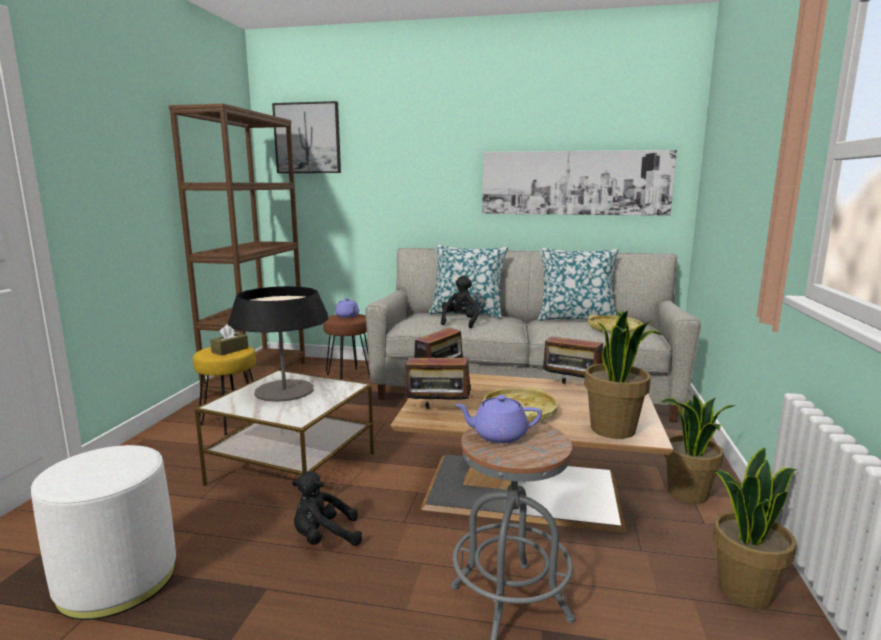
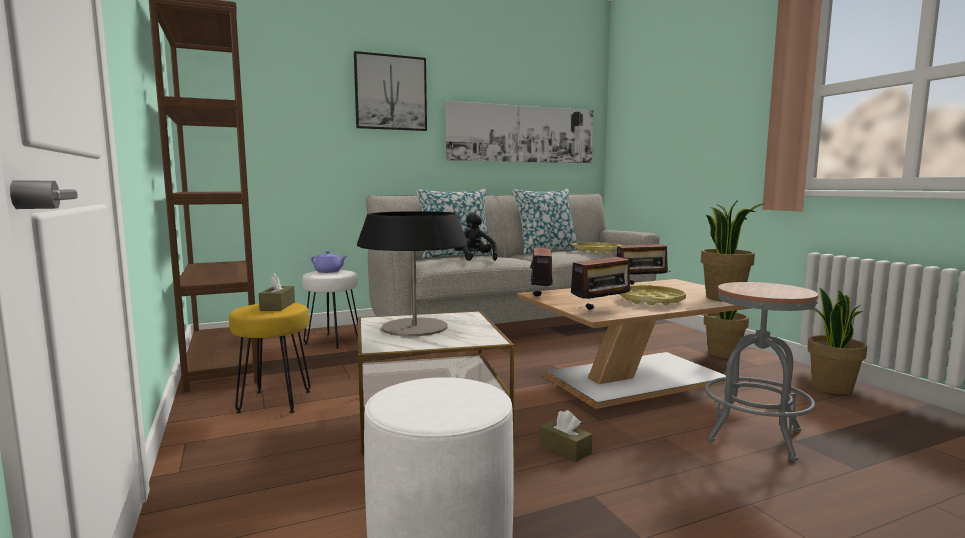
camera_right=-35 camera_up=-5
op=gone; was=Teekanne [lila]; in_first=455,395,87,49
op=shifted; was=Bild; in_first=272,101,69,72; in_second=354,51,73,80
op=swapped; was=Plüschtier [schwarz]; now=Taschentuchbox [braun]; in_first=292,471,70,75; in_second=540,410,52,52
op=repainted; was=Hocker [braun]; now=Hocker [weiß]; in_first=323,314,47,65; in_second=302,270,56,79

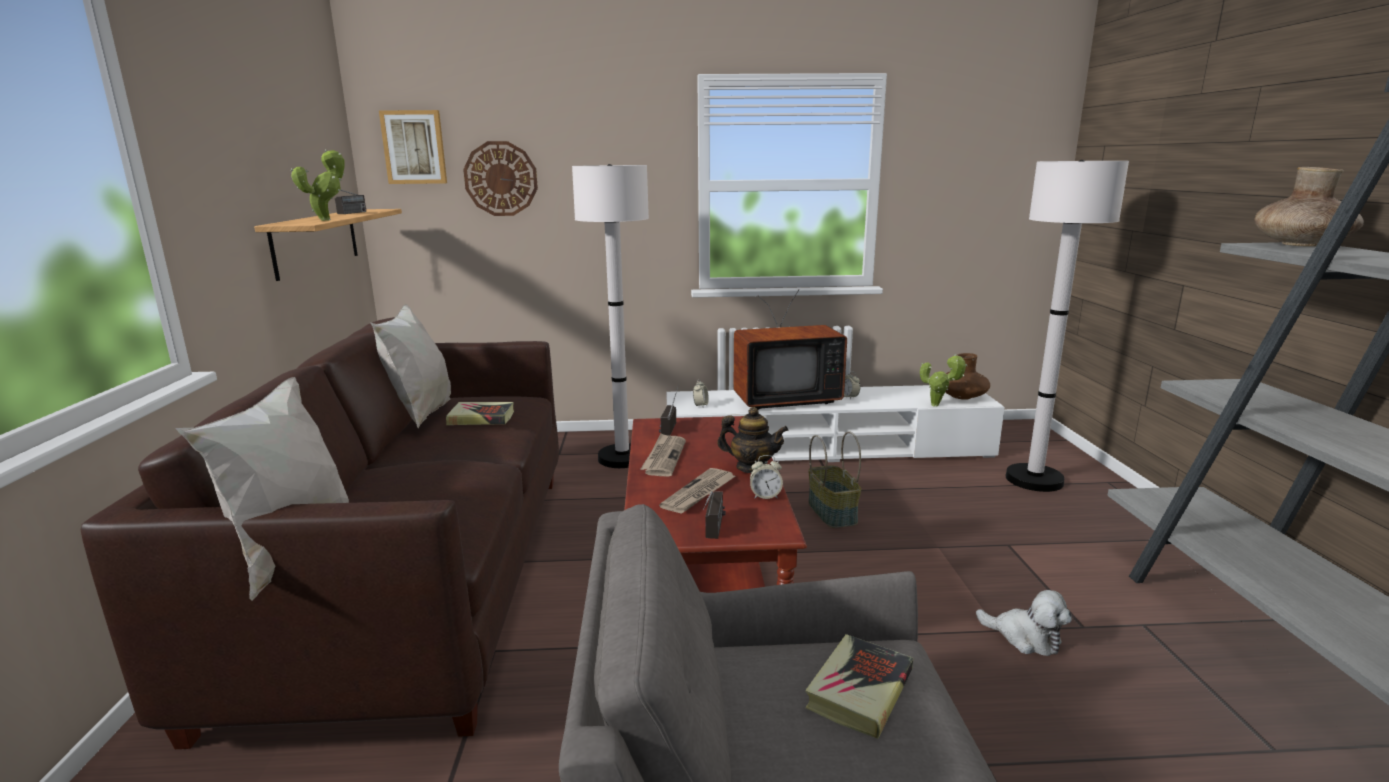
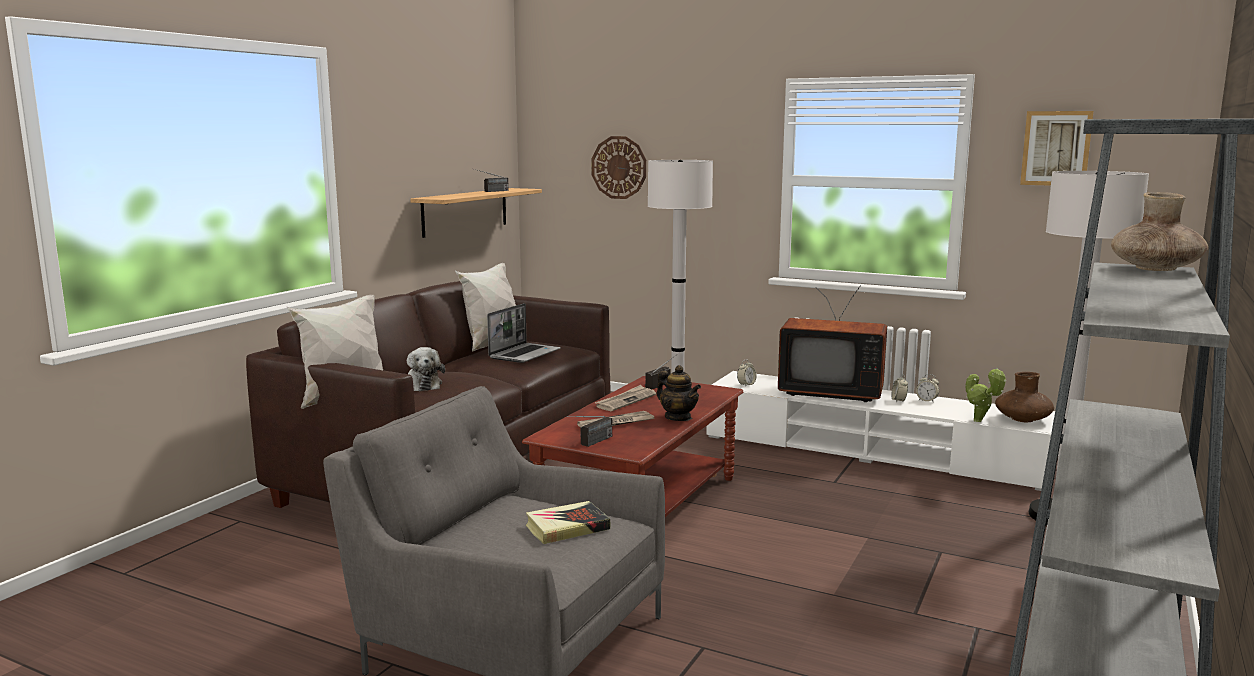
camera_right=30 camera_up=-5
op=gone; was=Topfpflanze; in_first=291,150,54,71
op=gone; was=Korb; in_first=808,431,53,97
op=shifted; was=Bild; in_first=379,110,68,74; in_second=1020,111,74,75
op=shifted; was=Wecker; in_first=750,455,33,44; in_second=916,374,23,29
op=shifted; was=Plüschtier; in_first=976,590,96,66; in_second=407,347,38,44
op=swapped; was=Buch; now=Laptop; in_first=446,402,68,23; in_second=487,303,74,60

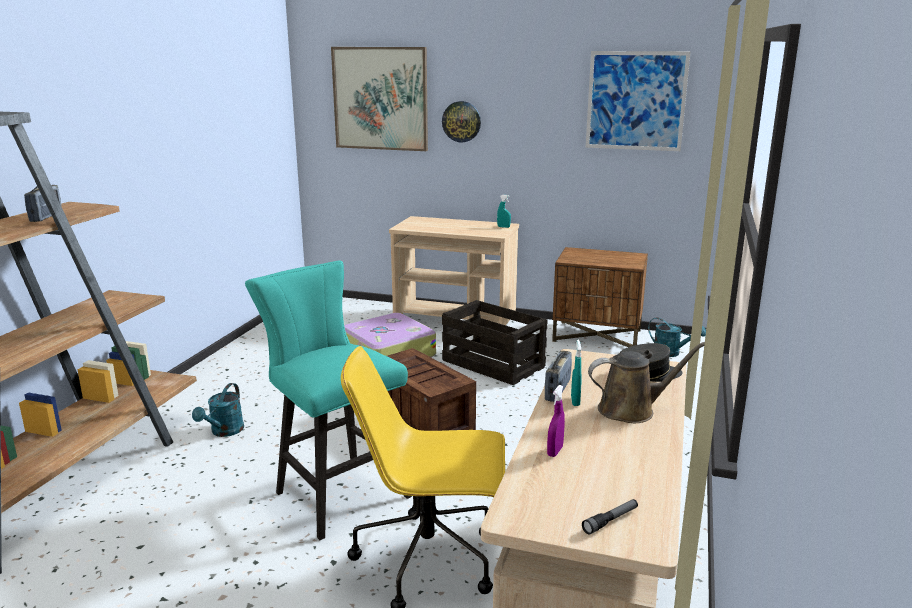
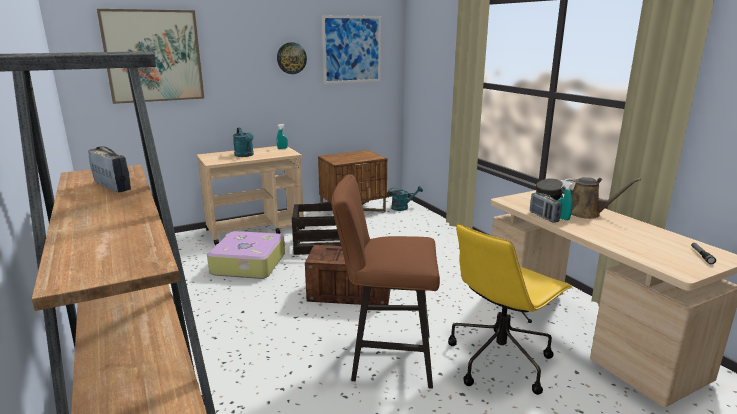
camera_right=-45 camera_up=0
op=gone; was=Sprühflasche [lila]; in_first=547,385,18,72
op=shifted; was=Gießkanne [türkis]; in_first=192,383,52,54; in_second=233,128,21,29
op=shifted; was=Wanduhr; in_first=442,101,39,41; in_second=277,42,30,32
op=repainted; was=Hocker [türkis]; now=Hocker [braun]; in_first=245,260,167,280; in_second=331,175,109,214
op=rotated; was=Gießkanne [braun]; in_first=588,342,117,81; in_second=560,177,81,42; clockwise=75

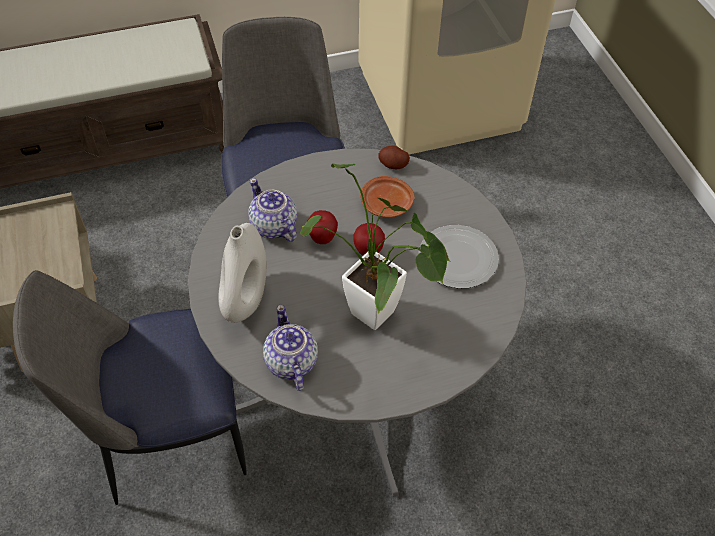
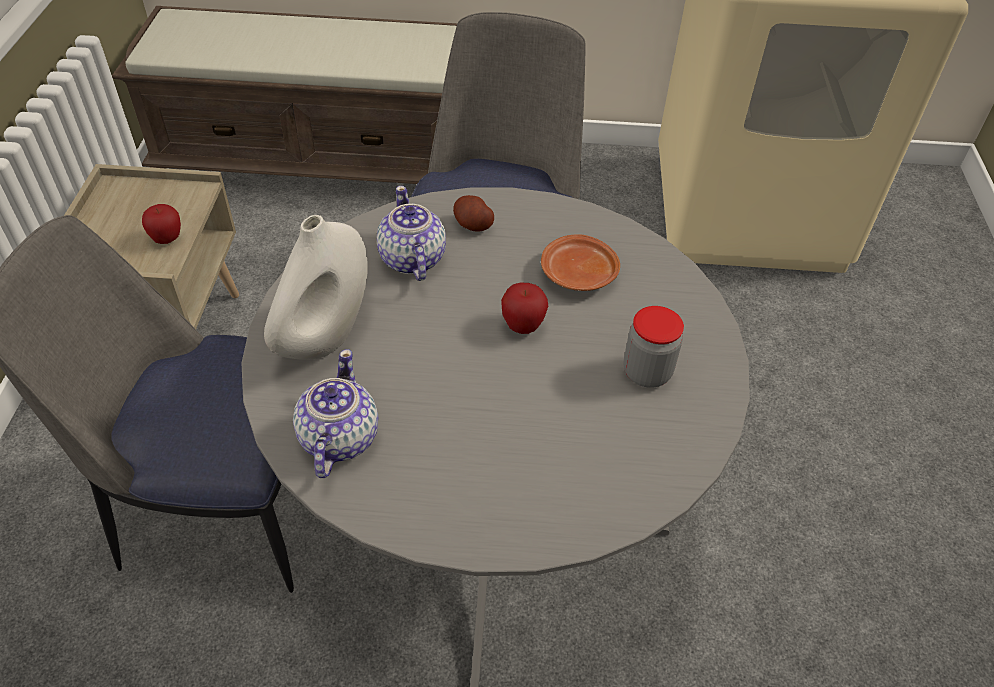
camera_right=20 camera_up=-5
op=gone; was=Topfpflanze; in_first=300,163,151,167
op=shifted; was=Apfel; in_first=308,210,30,34; in_second=142,204,39,40
op=shifted; was=Kartoffel; in_first=378,146,32,23; in_second=453,195,41,37
op=swapped; was=Teller; now=Vorratsglas; in_first=418,225,81,63; in_second=623,306,61,82

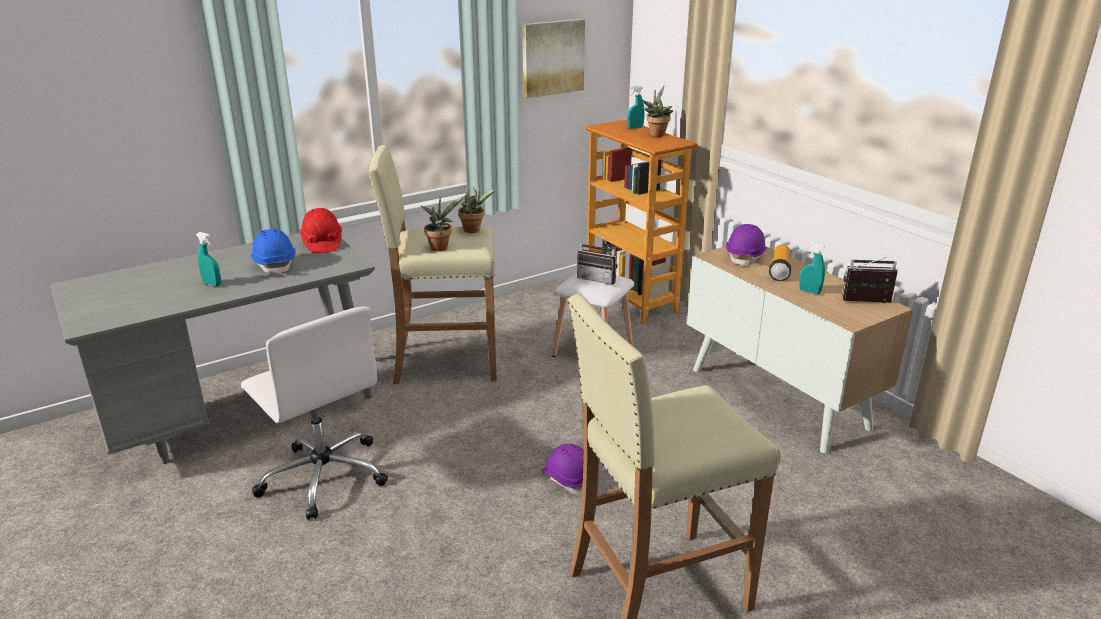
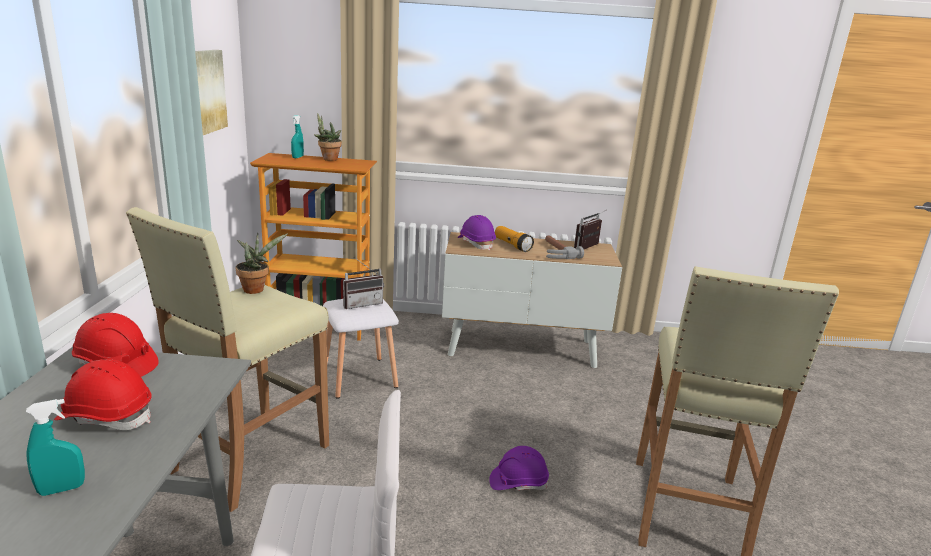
camera_right=-55 camera_up=-5
op=gone; was=Topfpflanze; in_first=421,196,44,55
op=swapped; was=Sprühflasche [türkis]; now=Hammer; in_first=799,241,26,53; in_second=545,235,39,24
op=repainted; was=Schutzhelm [blau]; now=Schutzhelm [rot]; in_first=251,229,45,46; in_second=54,359,98,71

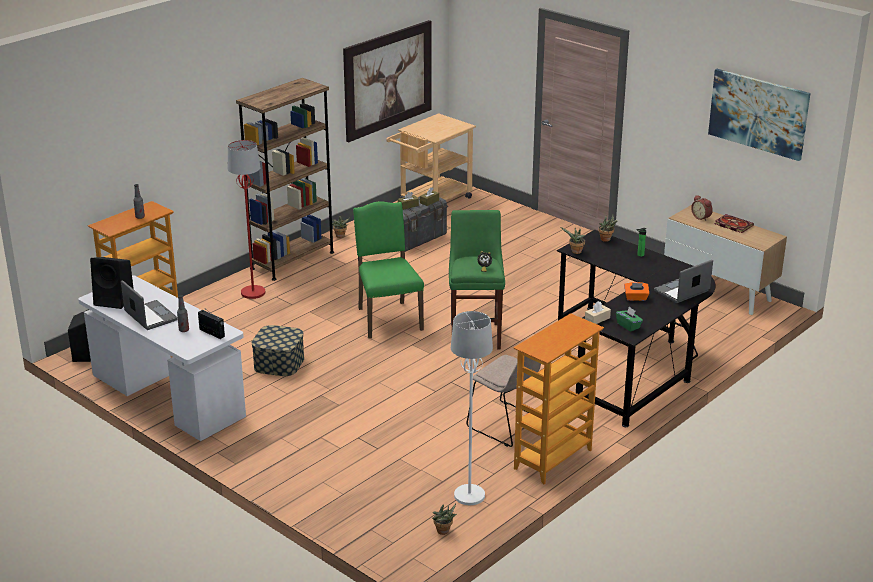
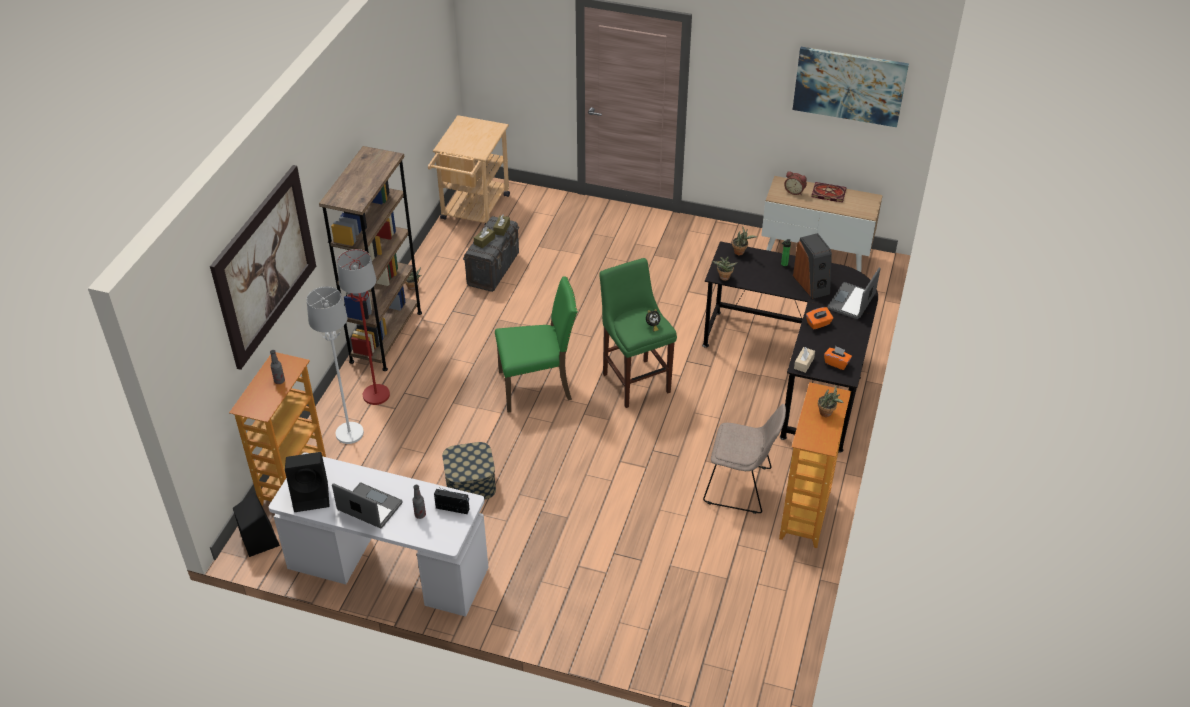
camera_right=-25 camera_up=15
op=new; now=Lautsprecher; in_second=793,233,39,66
op=shifted; was=Bild; in_first=343,20,89,122; in_second=210,165,106,205
op=shifted; was=Topfpflanze; in_first=432,503,25,32; in_second=818,385,26,32
op=shifted; was=Stehlampe [weiß]; in_first=451,311,42,194; in_second=307,286,57,158
op=repainted; was=Taschentuchbox [grün]; now=Taschentuchbox [orange]; in_first=616,307,27,24; in_second=824,346,28,24
op=rotated; was=Stuhl [grün]; in_first=353,201,71,137; in_second=495,276,83,137; clockwise=120

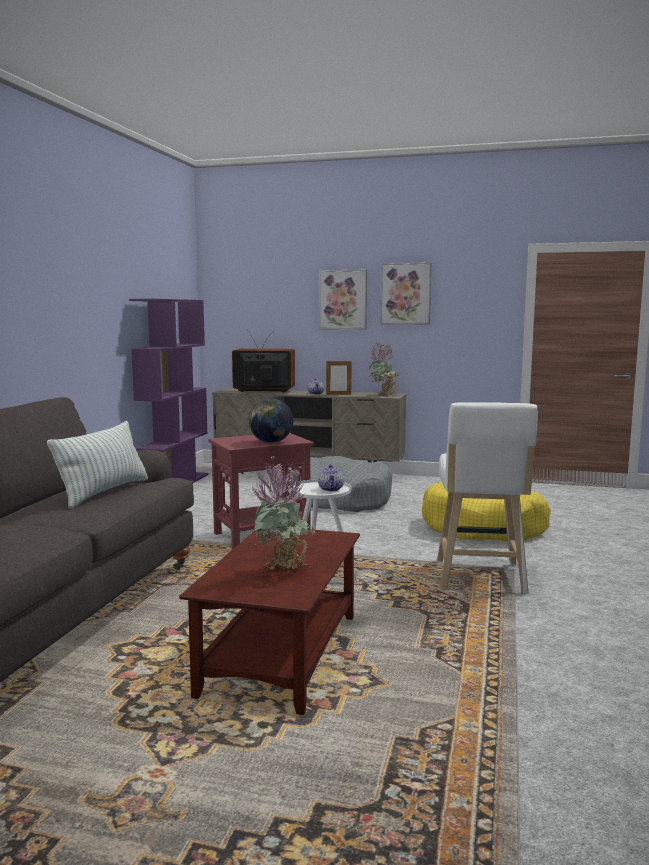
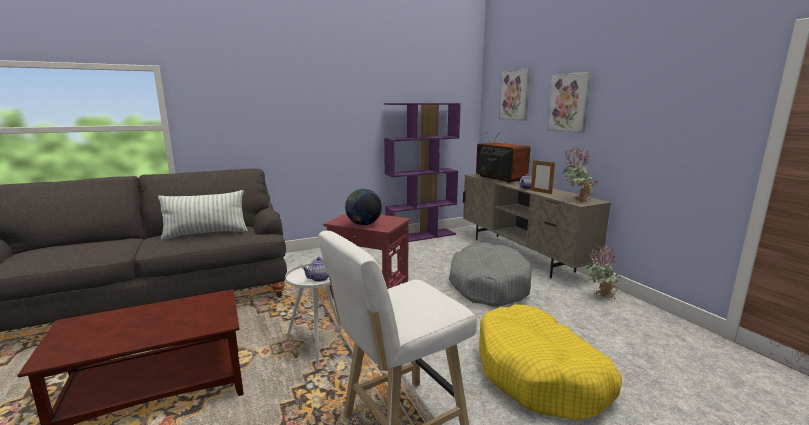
camera_right=50 camera_up=5
op=shifted; was=Topfpflanze; in_first=249,462,67,109; in_second=587,244,34,55
op=shifted; was=Bild; in_first=381,263,50,61; in_second=499,68,32,53

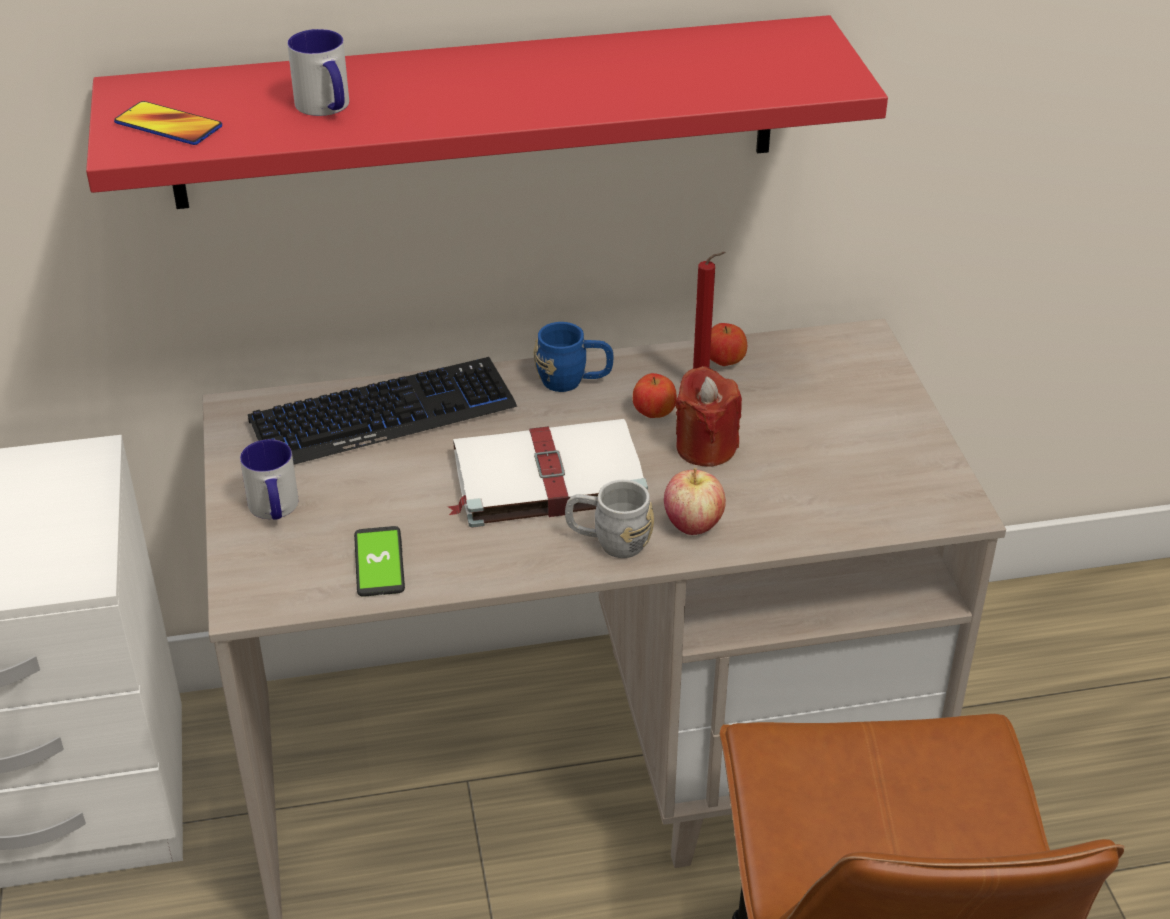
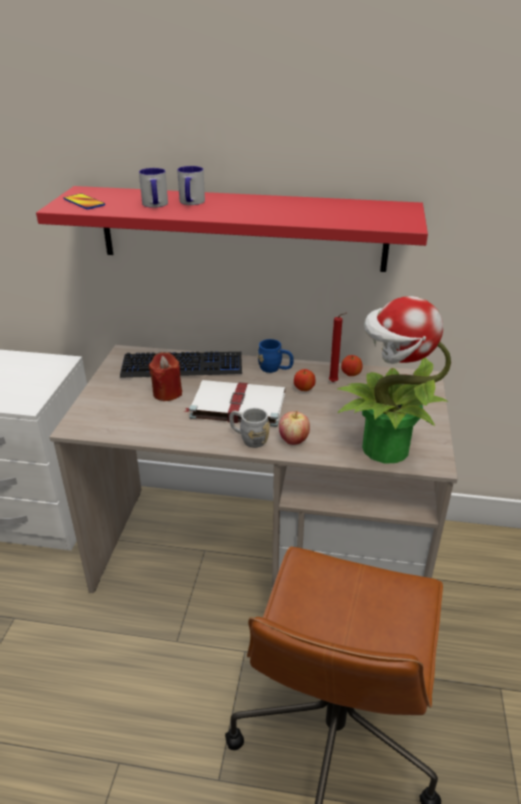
camera_right=20 camera_up=-5
op=gone; was=Handy; in_first=354,526,51,71
op=new; now=Topfpflanze; in_second=337,296,114,168
op=shifted; was=Henkelbecher; in_first=240,439,59,81; in_second=177,166,28,39
op=shifted; was=Kerze [rot]; in_first=676,366,66,101; in_second=149,352,33,49

